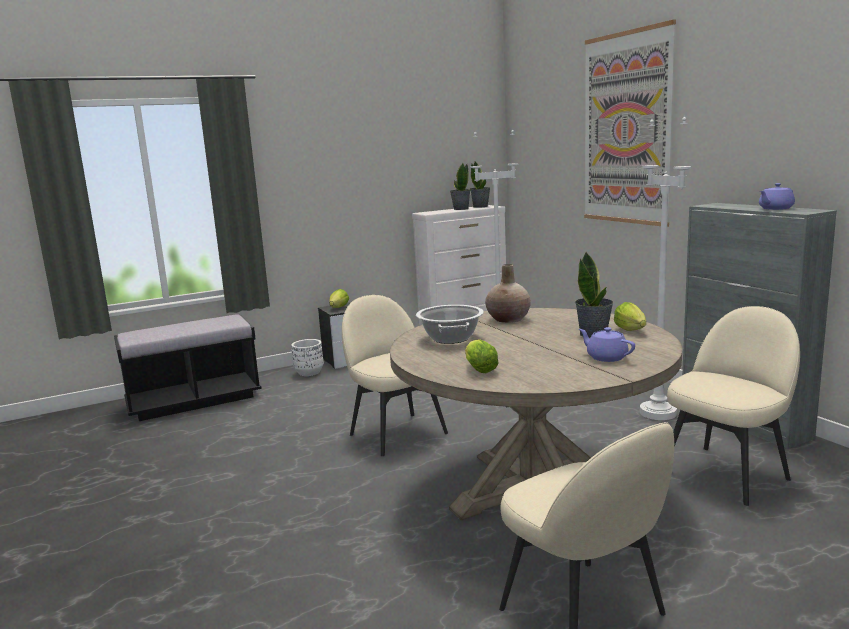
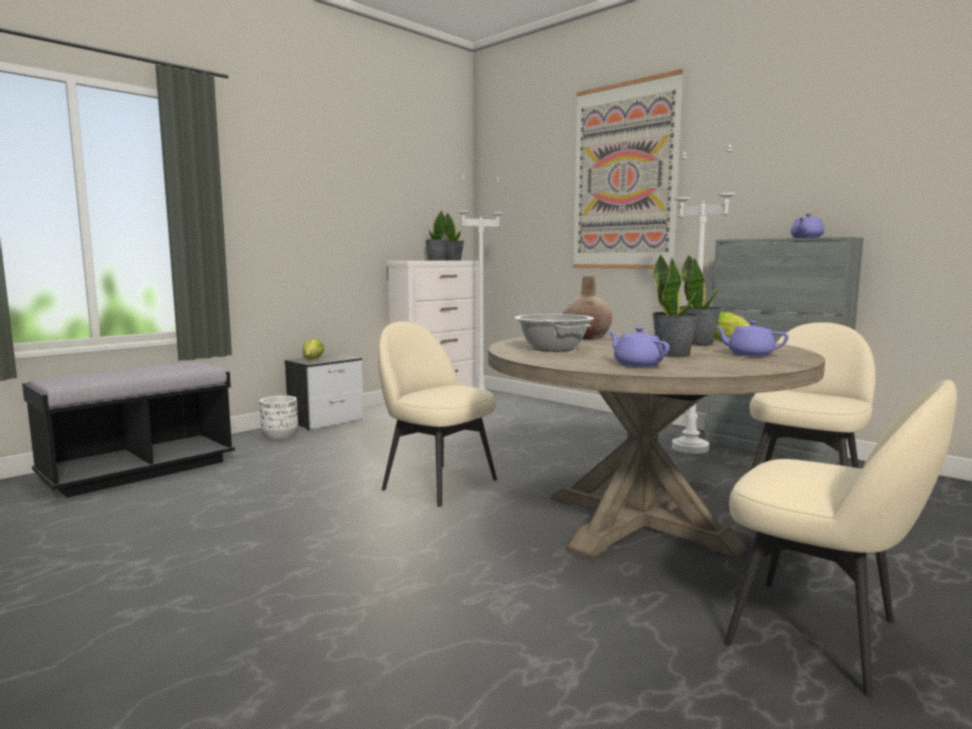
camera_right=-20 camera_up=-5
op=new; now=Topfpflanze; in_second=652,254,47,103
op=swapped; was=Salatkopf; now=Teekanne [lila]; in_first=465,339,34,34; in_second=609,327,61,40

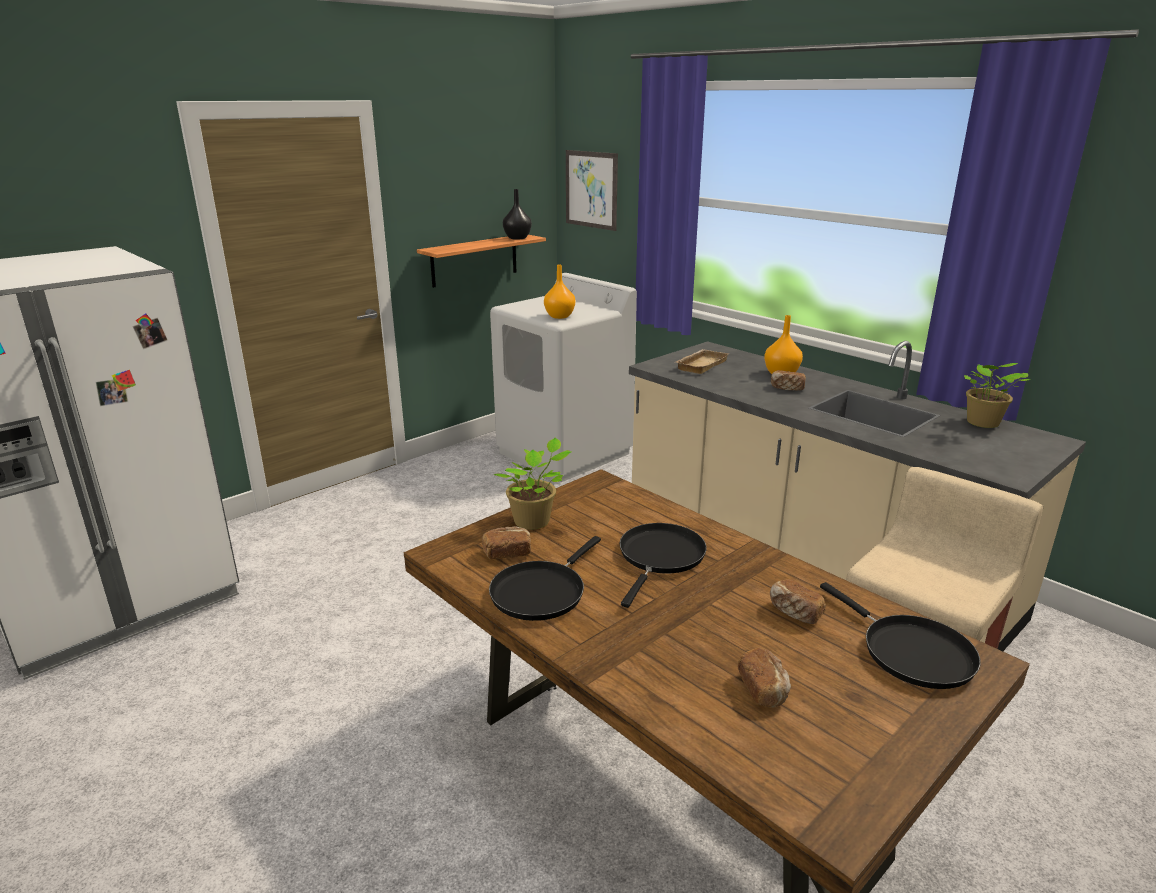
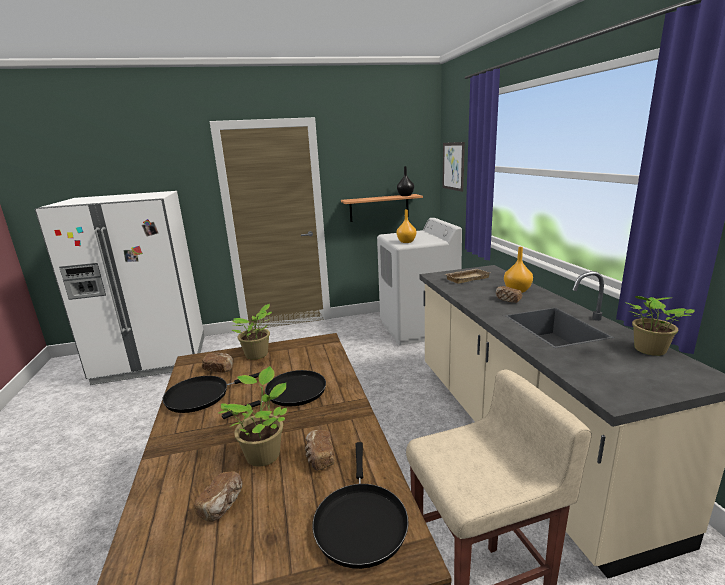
camera_right=30 camera_up=-5
op=new; now=Topfpflanze; in_second=218,366,69,101

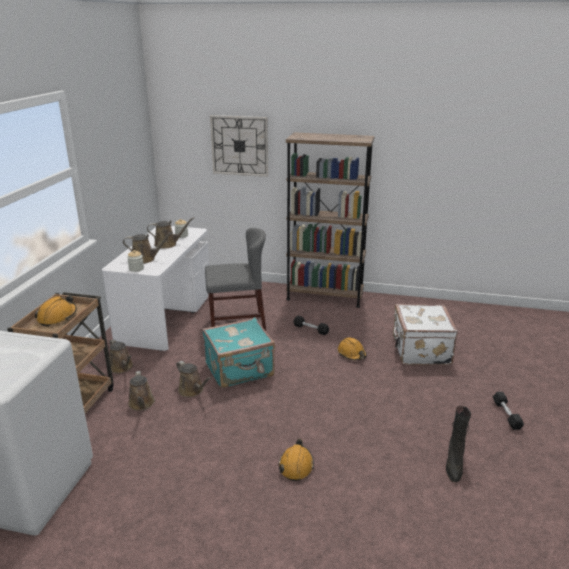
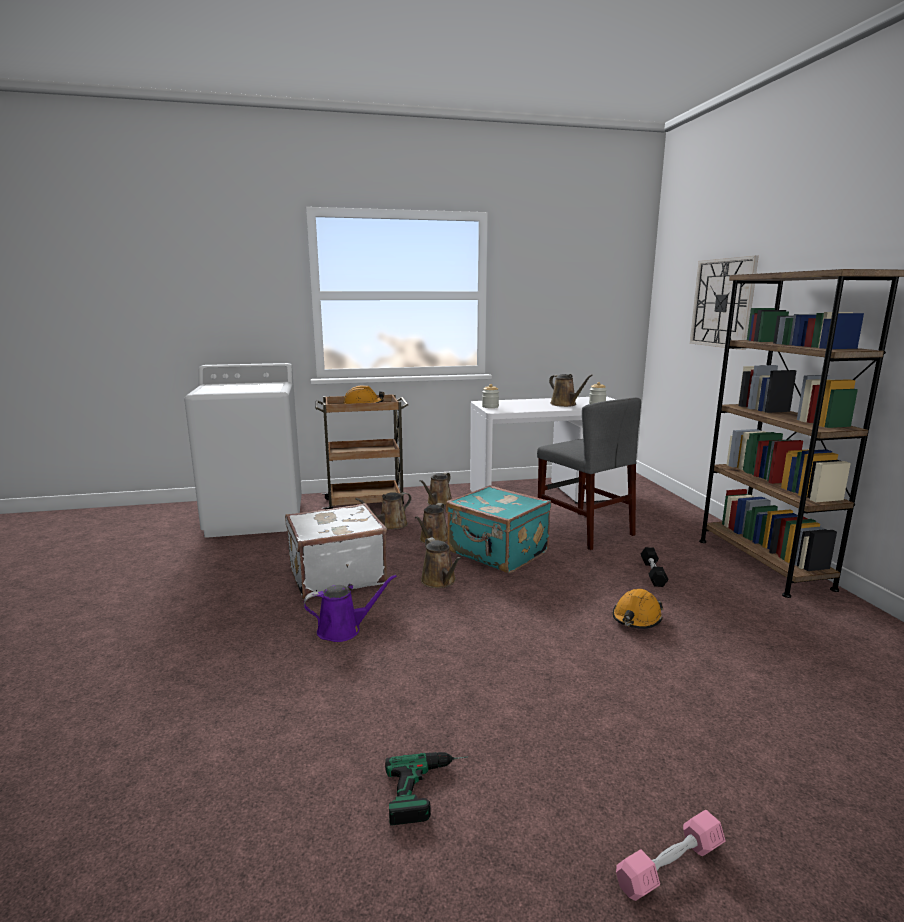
camera_right=65 camera_up=-10
op=shifted; was=Gießkanne [braun]; in_first=123,232,50,32; in_second=421,537,41,51
op=shifted; was=Koffer [weiß]; in_first=393,304,65,61; in_second=285,503,102,96
op=swapped; was=Schutzhelm [orange]; now=Gießkanne [lila]; in_first=278,439,36,42; in_second=304,574,93,68
op=swapped; was=Stiefel [schwarz]; now=Bohrmaschine; in_first=446,406,25,76; in_second=385,752,82,73
op=repainted; was=Hantel [schwarz]; now=Hantel [rosa]; in_first=493,392,31,38; in_second=616,810,110,91

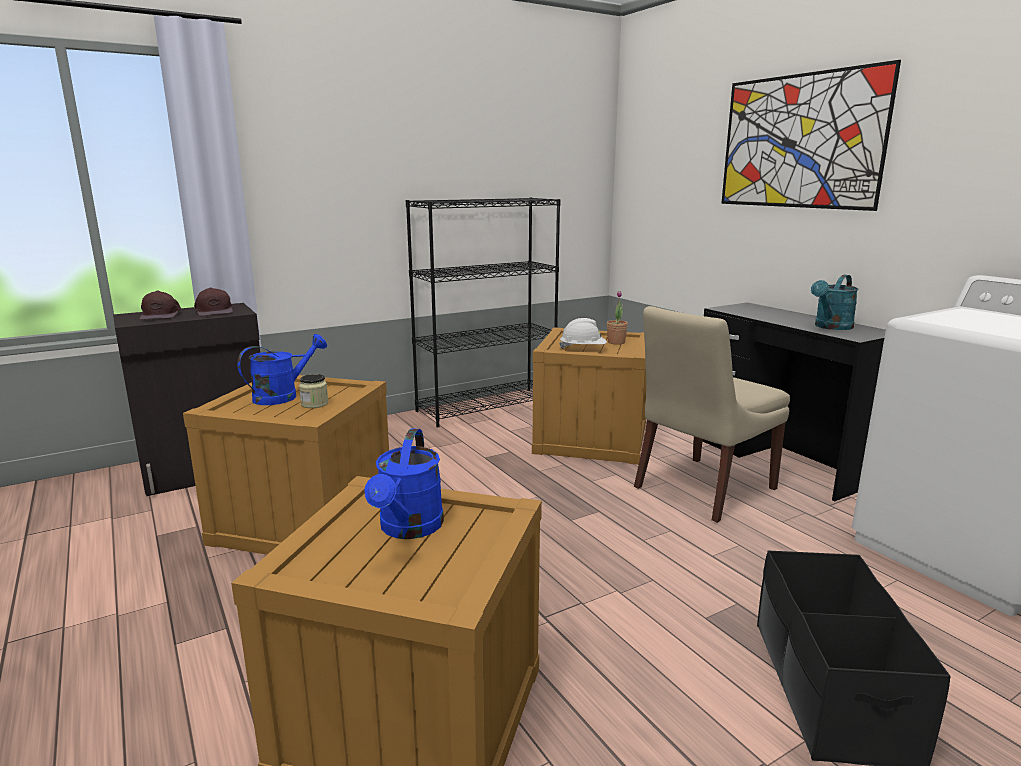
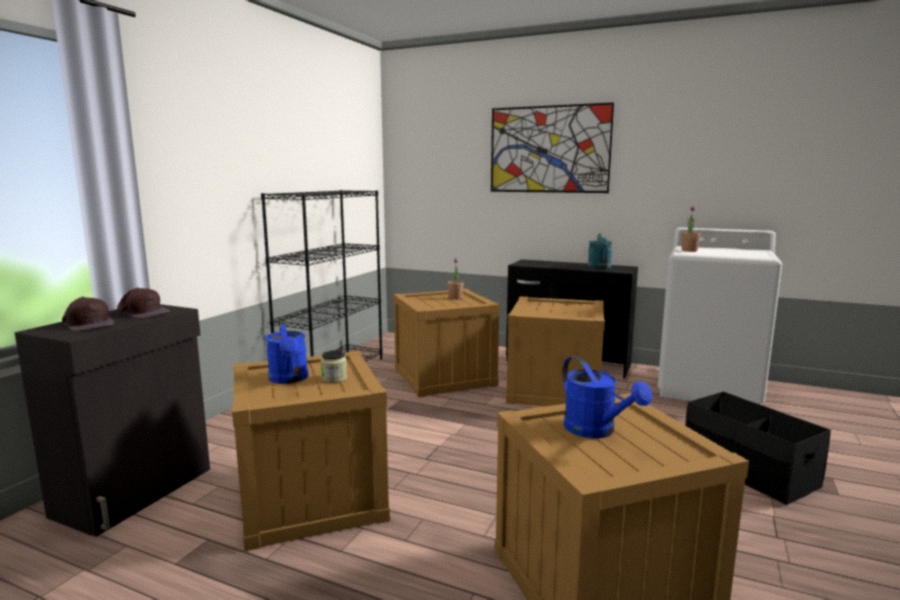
camera_right=-35 camera_up=-5
op=gone; was=Schutzhelm [weiß]; in_first=559,318,48,31
op=new; now=Topfpflanze; in_second=681,206,20,46
op=swapped; was=Stuhl [beige]; now=Kiste; in_first=634,306,156,217; in_second=506,296,99,111
op=rotated; was=Gießkanne [blau]; in_first=237,334,90,71; in_second=266,320,43,64; clockwise=150

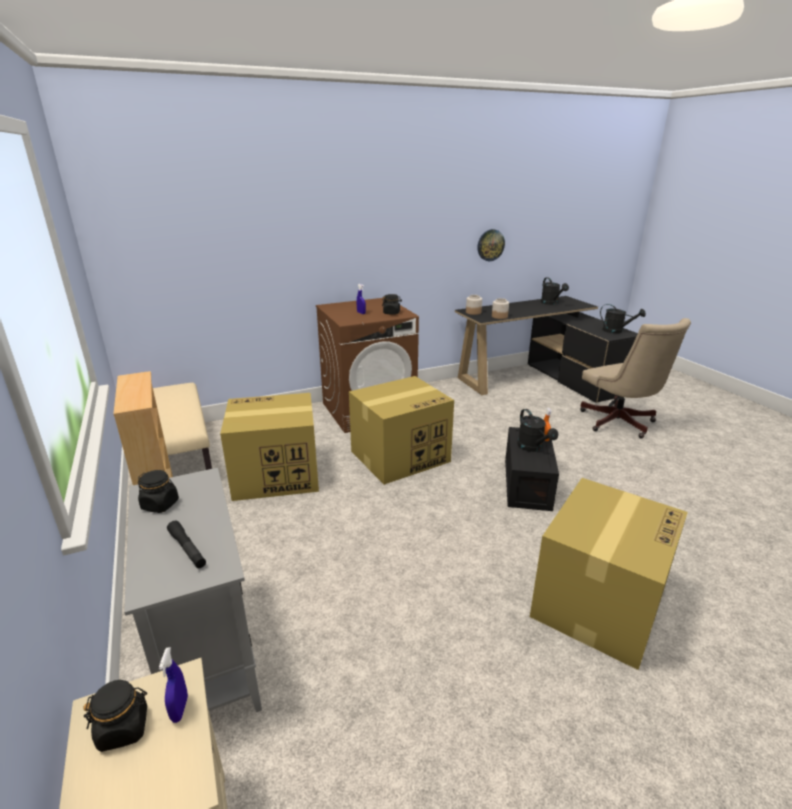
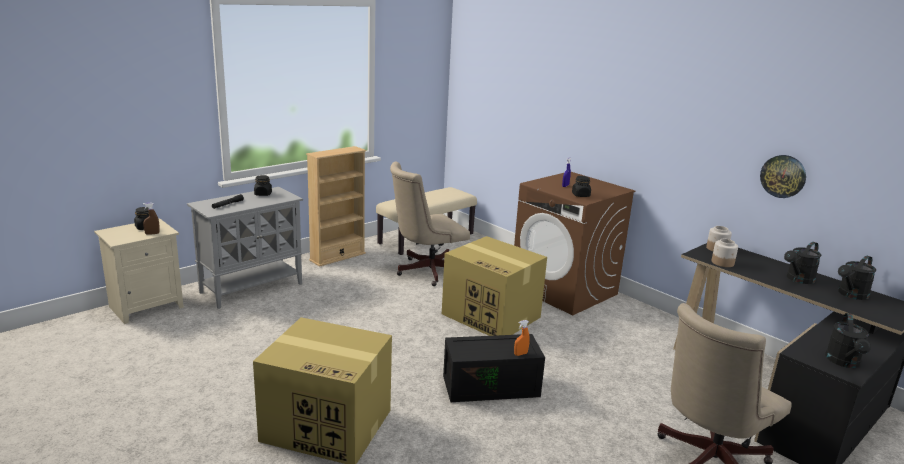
camera_right=70 camera_up=-5
op=shifted; was=Gießkanne [schwarz]; in_first=517,409,41,43; in_second=784,242,38,42
op=swapped; was=Karton; now=Bürostuhl [beige]; in_first=220,393,99,108; in_second=390,162,80,124
op=repainted; was=Sprühflasche [blau]; now=Sprühflasche [braun]; in_first=159,647,29,76; in_second=143,203,17,32

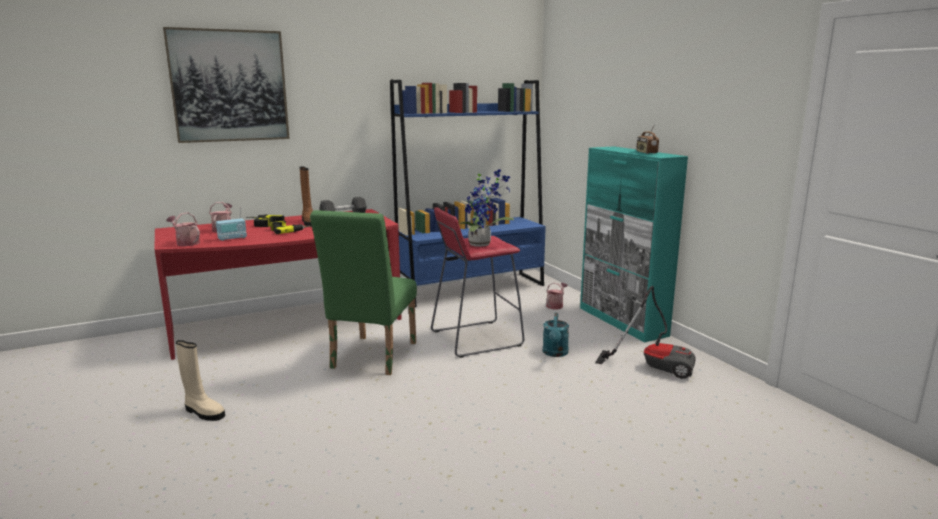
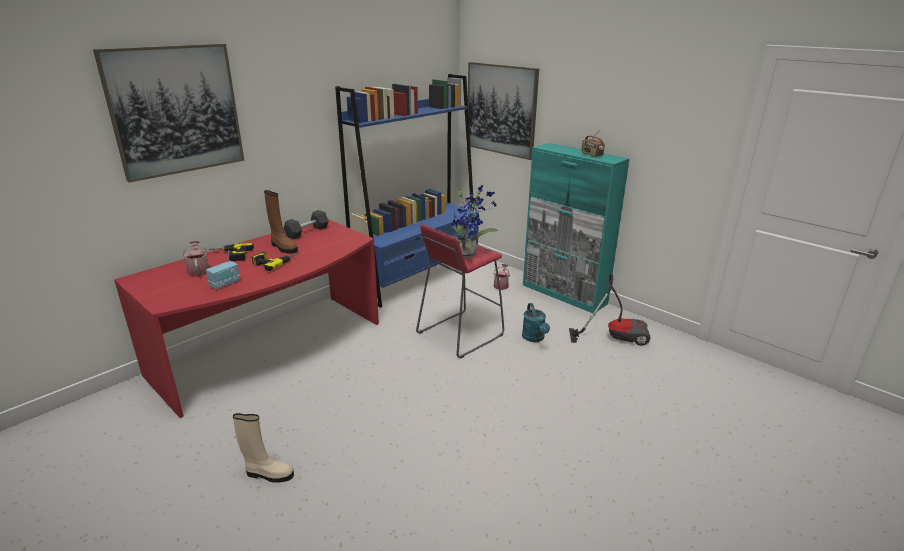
camera_right=-20 camera_up=10
op=gone; was=Gießkanne; in_first=166,212,34,34
op=gone; was=Stuhl [grün]; in_first=310,210,107,165
op=new; now=Bild; in_second=468,62,71,98

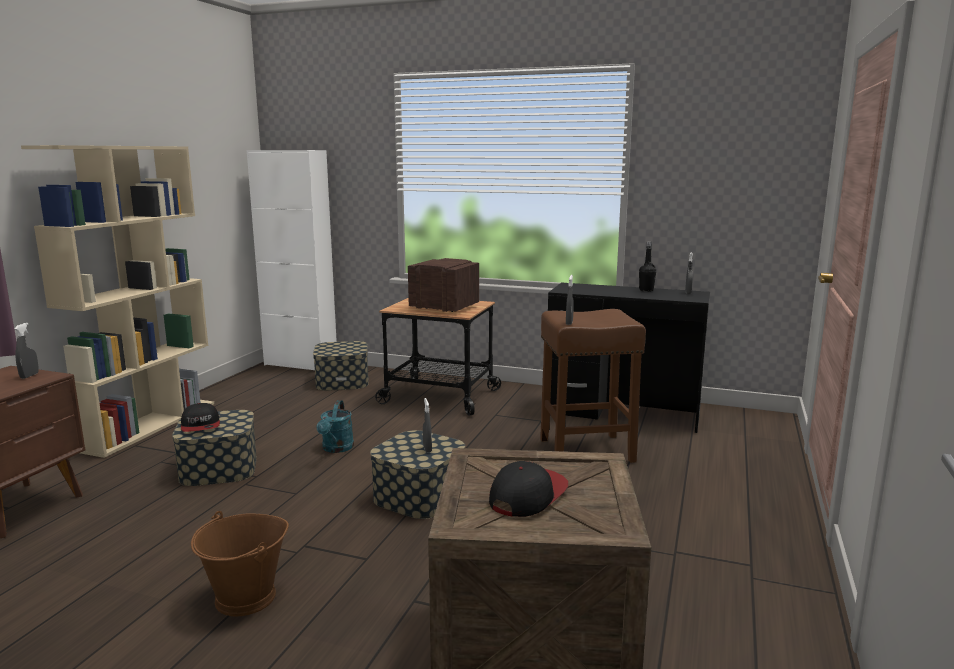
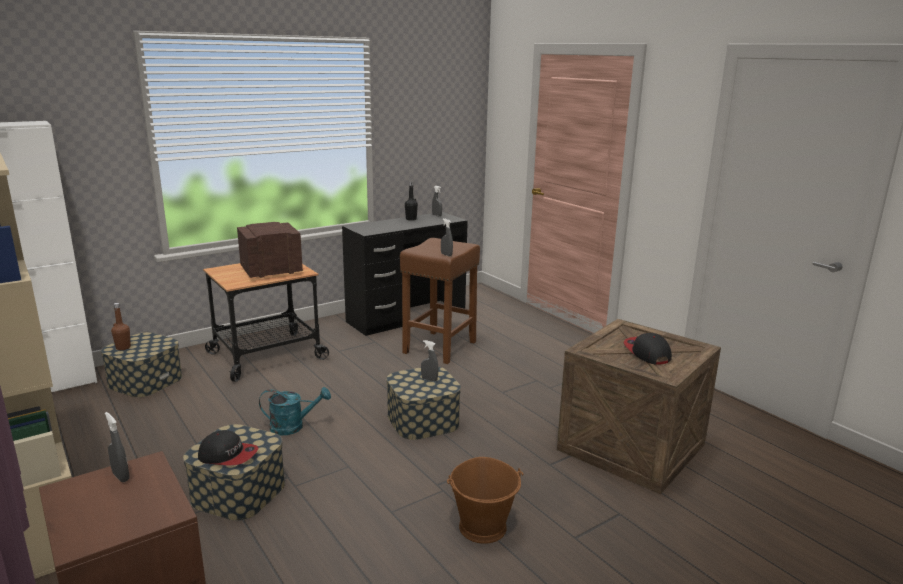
camera_right=-55 camera_up=5
op=new; now=Flasche [braun]; in_second=111,303,20,47
op=rotated; was=Gießkanne [türkis]; in_first=316,400,38,53; in_second=259,387,72,48; clockwise=-45

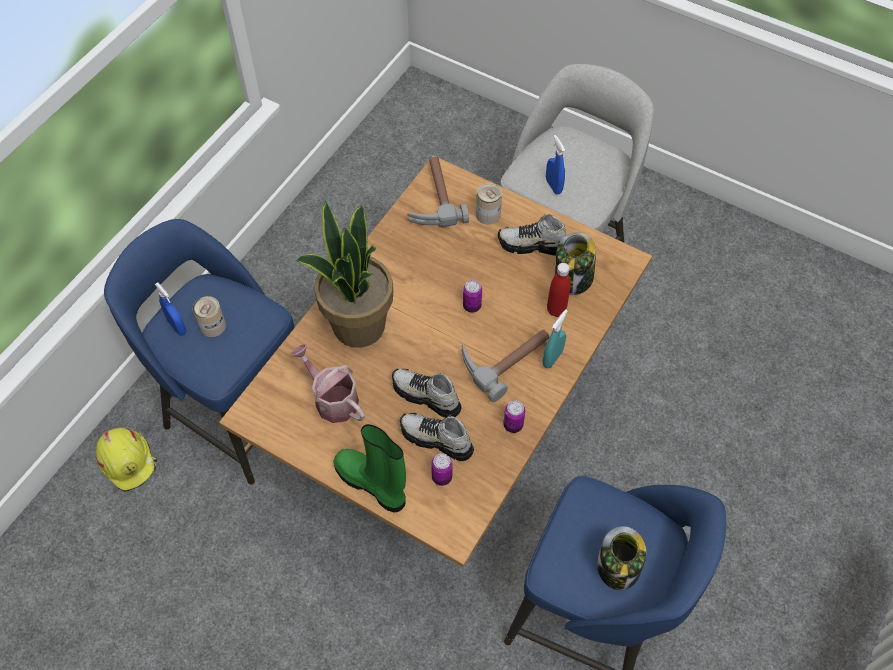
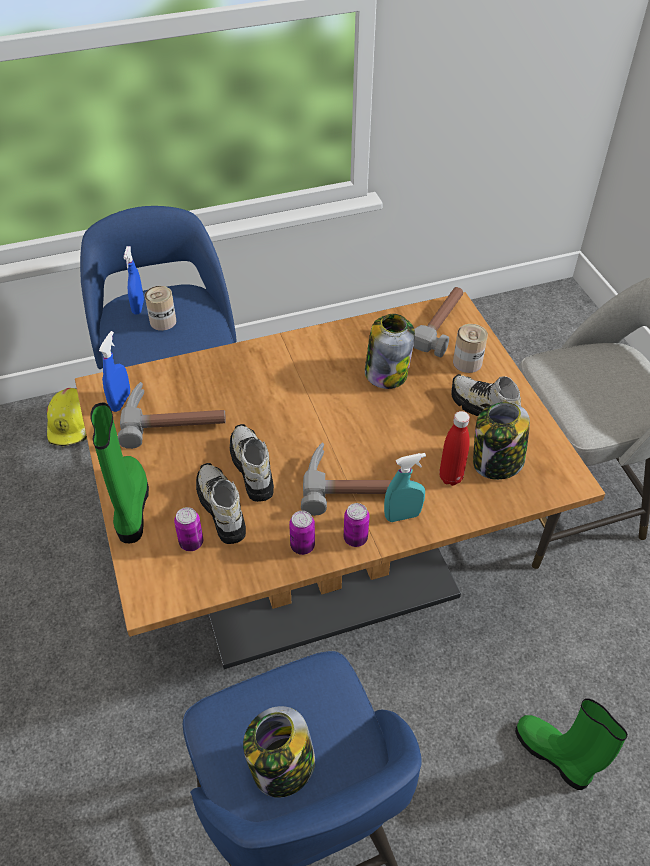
camera_right=40 camera_up=-10
op=gone; was=Topfpflanze; in_first=296,200,97,148
op=new; now=Vorratsglas; in_second=365,314,50,75
op=new; now=Stiefel [grün]; in_second=515,698,113,92
op=shifted; was=Dose; in_first=463,280,19,33; in_second=344,503,26,44
op=shifted; was=Sprühflasche [blau]; in_first=546,135,19,59; in_second=99,331,31,81
op=swapped; was=Gießkanne; now=Hammer; in_first=291,344,74,79; in_second=118,382,108,67

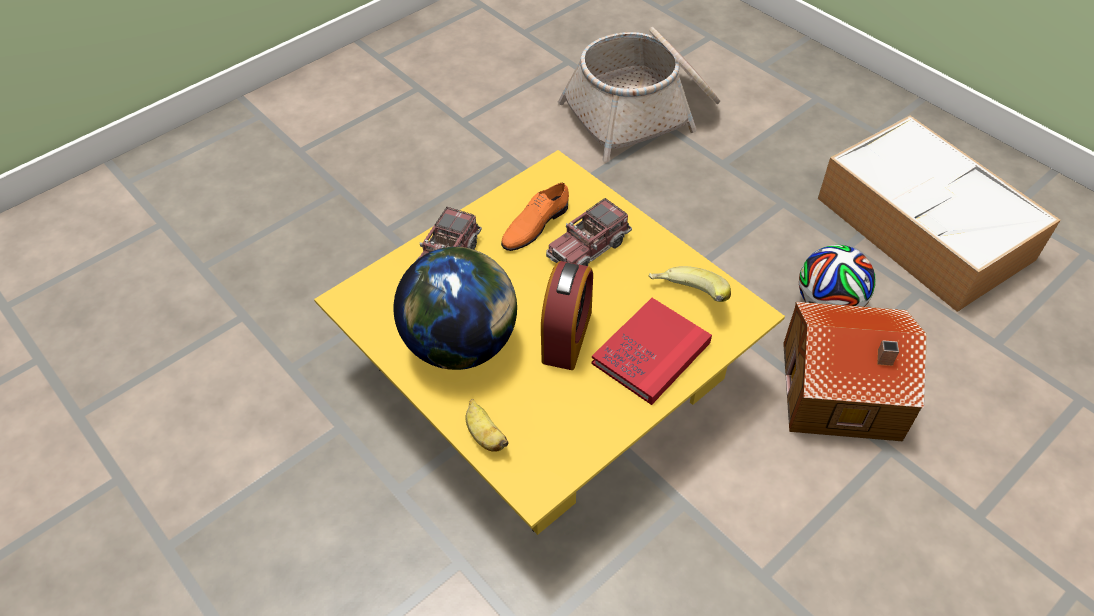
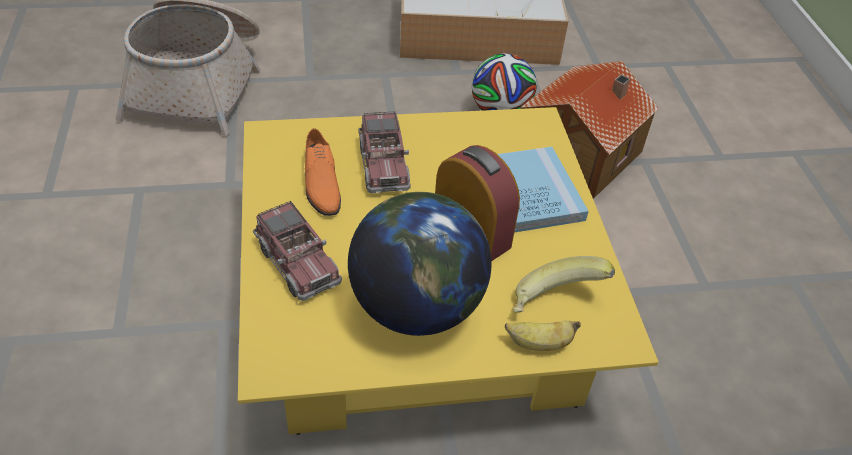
camera_right=-60 camera_up=-5
op=shifted; was=Banane; in_first=649,266,82,36; in_second=513,256,102,56
op=repainted; was=Buch [rot]; now=Buch [blau]; in_first=591,298,121,107; in_second=497,147,92,86

